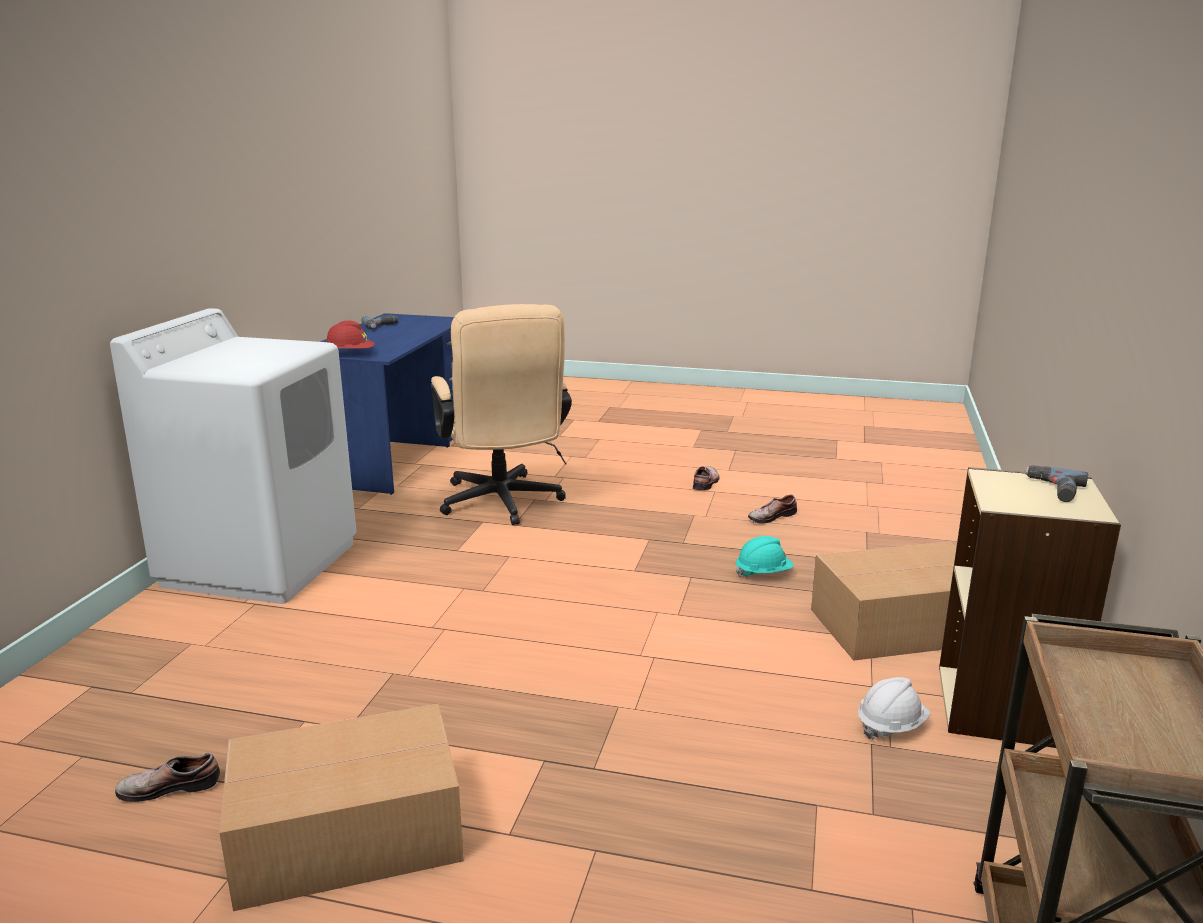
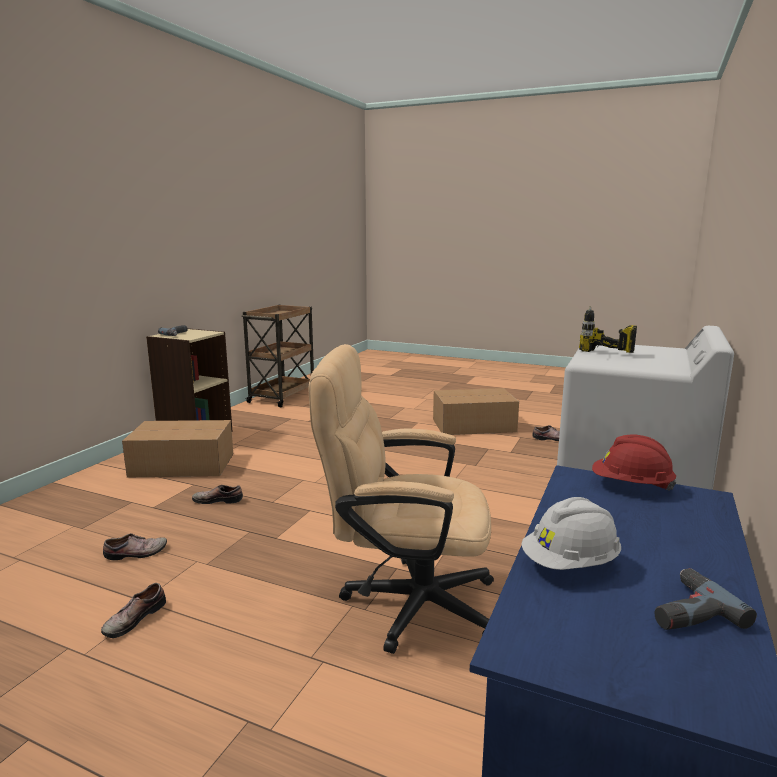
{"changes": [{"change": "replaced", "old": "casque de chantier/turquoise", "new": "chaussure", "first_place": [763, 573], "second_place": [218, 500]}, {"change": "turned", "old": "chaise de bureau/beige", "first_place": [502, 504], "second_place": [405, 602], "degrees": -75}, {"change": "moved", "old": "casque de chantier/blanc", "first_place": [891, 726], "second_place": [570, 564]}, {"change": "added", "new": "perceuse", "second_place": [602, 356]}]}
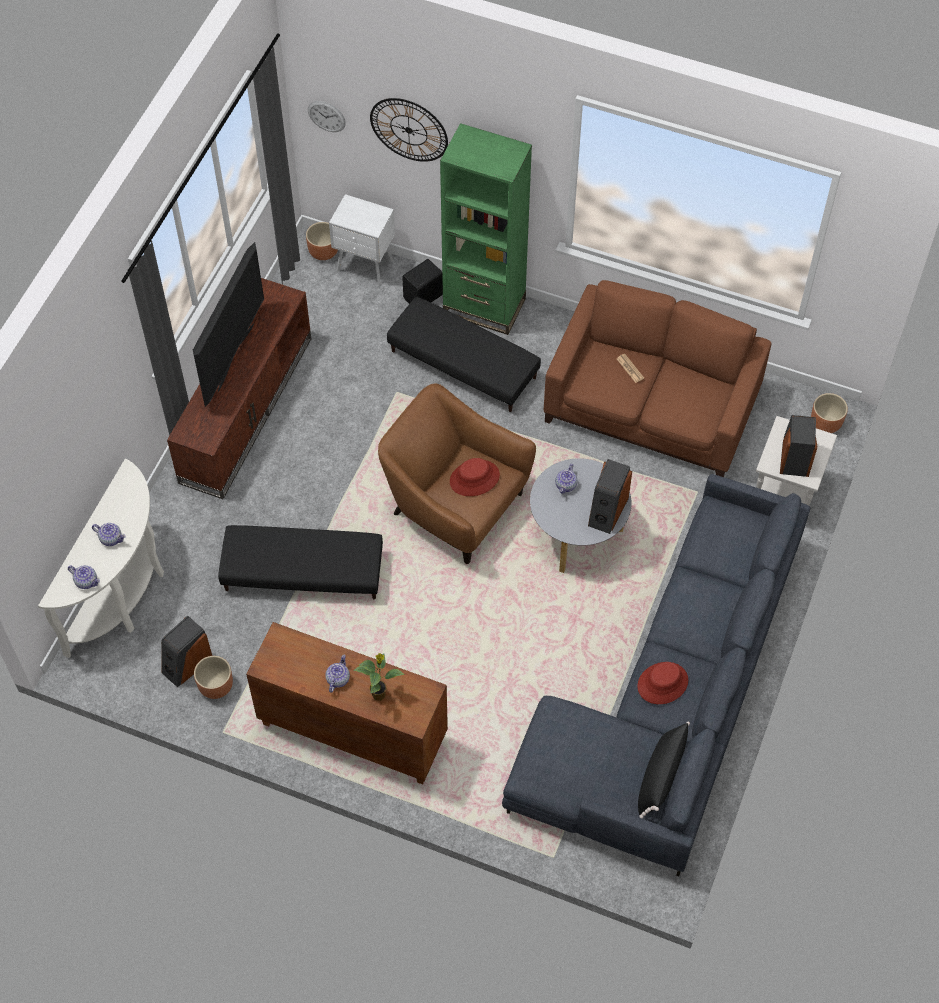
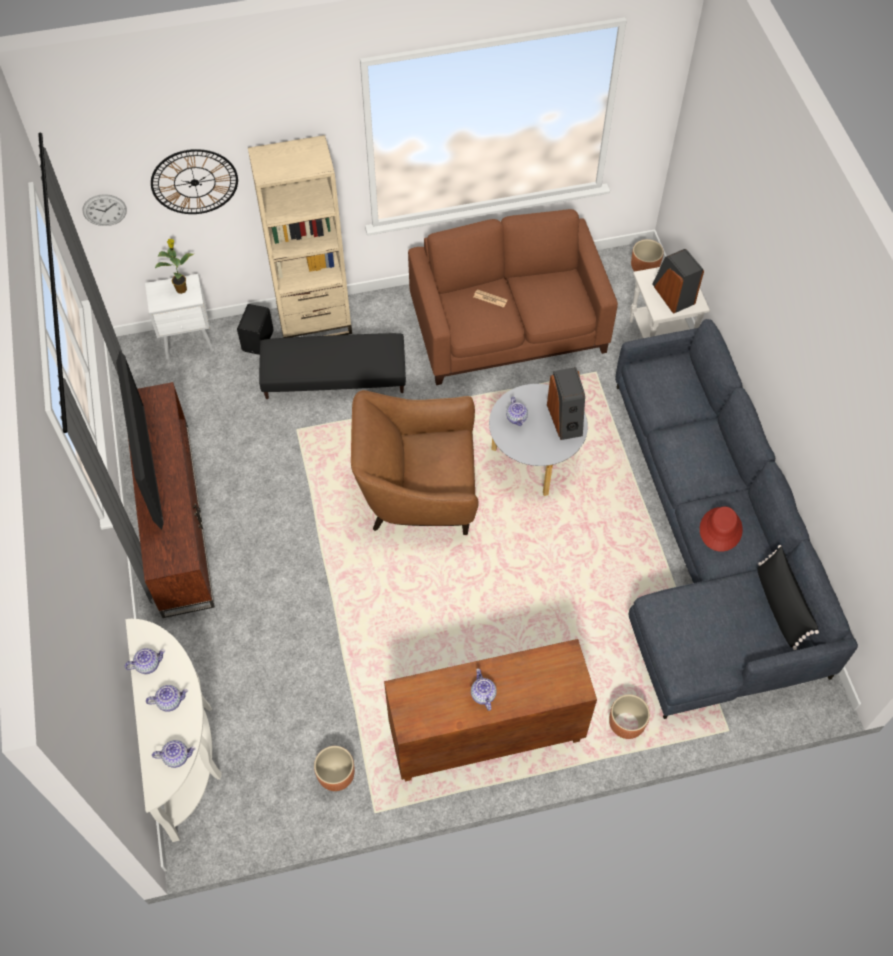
{"changes": [{"change": "added", "new": "théière", "second_place": [148, 664]}, {"change": "moved", "old": "plante en pot", "first_place": [379, 694], "second_place": [181, 288]}, {"change": "recoloured", "old": "bibliothèque/vert", "new": "bibliothèque/beige", "first_place": [484, 306], "second_place": [314, 322]}, {"change": "moved", "old": "cache-pot/marron", "first_place": [323, 252], "second_place": [626, 724]}, {"change": "removed", "old": "enceinte", "first_place": [187, 664]}, {"change": "removed", "old": "pouf/noir", "first_place": [303, 573]}, {"change": "removed", "old": "chapeau/rouge", "first_place": [474, 478]}]}
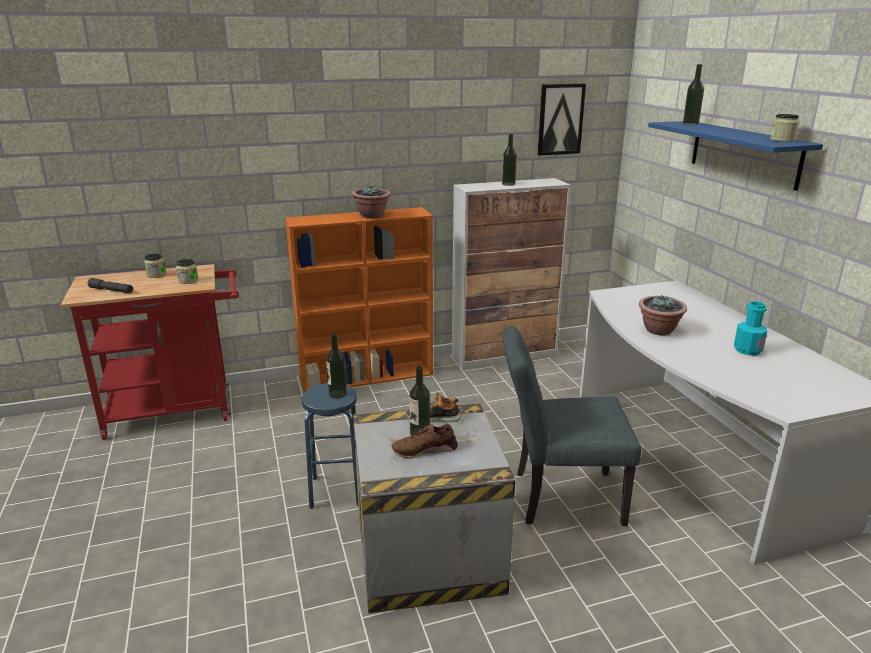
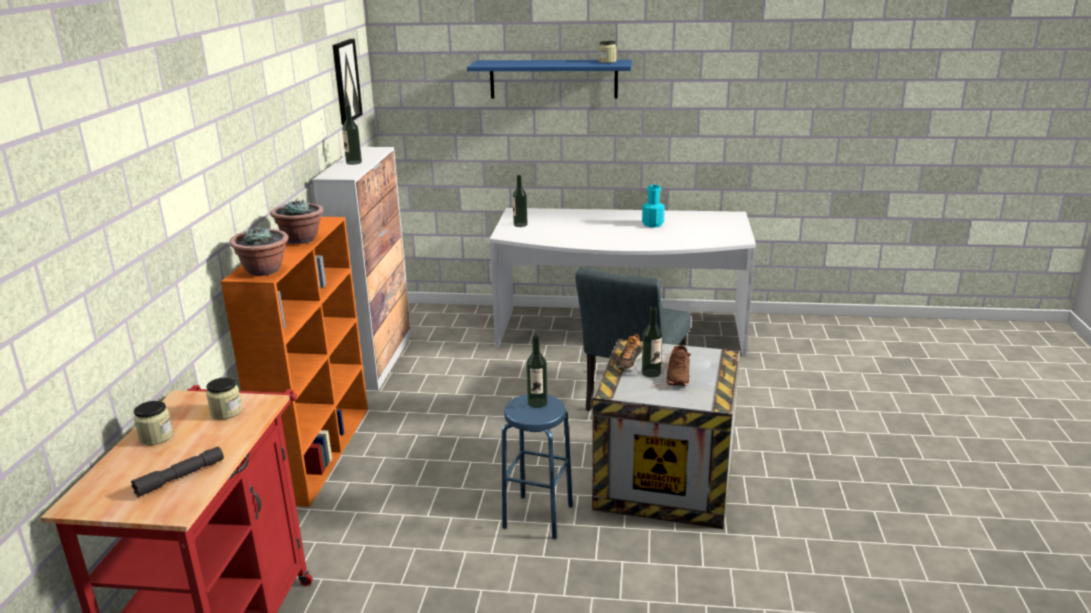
{"changes": [{"change": "moved", "old": "plante en pot", "first_place": [659, 330], "second_place": [264, 270]}, {"change": "moved", "old": "bouteille", "first_place": [690, 124], "second_place": [520, 225]}]}
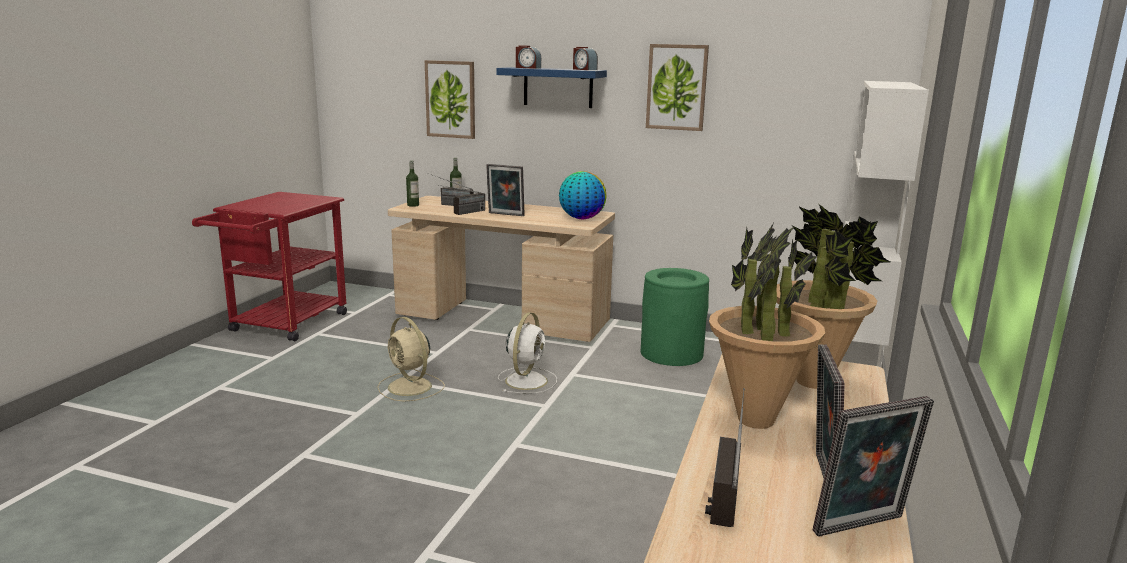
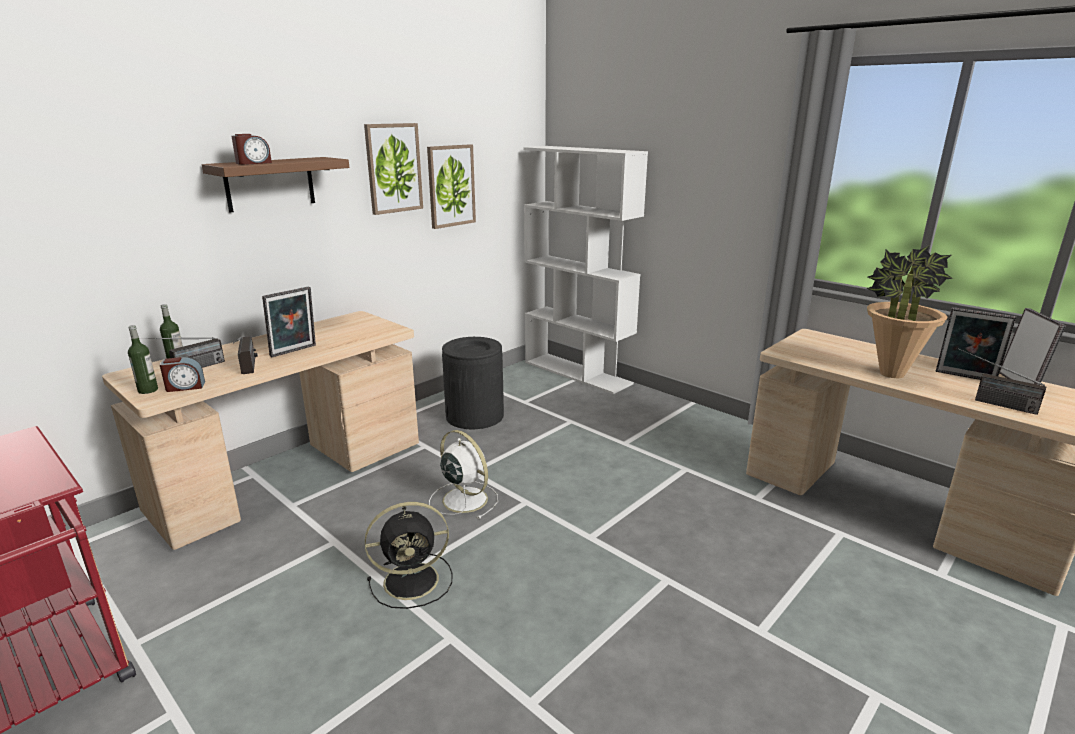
{"changes": [{"change": "moved", "old": "réveil", "first_place": [584, 69], "second_place": [185, 387]}, {"change": "recoloured", "old": "étagère/bleu", "new": "étagère/marron", "first_place": [558, 87], "second_place": [270, 184]}, {"change": "recoloured", "old": "ventilateur/beige", "new": "ventilateur/noir", "first_place": [411, 387], "second_place": [414, 580]}, {"change": "moved", "old": "tableau", "first_place": [451, 99], "second_place": [451, 186]}, {"change": "recoloured", "old": "poubelle/vert", "new": "poubelle/noir", "first_place": [671, 353], "second_place": [475, 416]}, {"change": "removed", "old": "globe", "first_place": [581, 218]}, {"change": "removed", "old": "plante en pot", "first_place": [813, 382]}]}
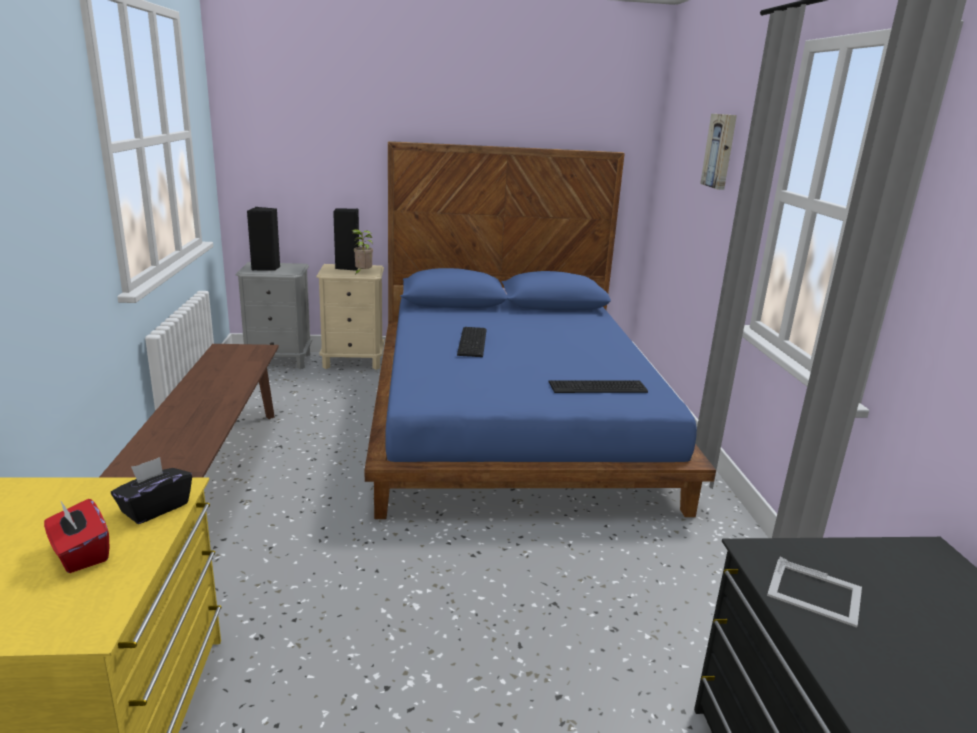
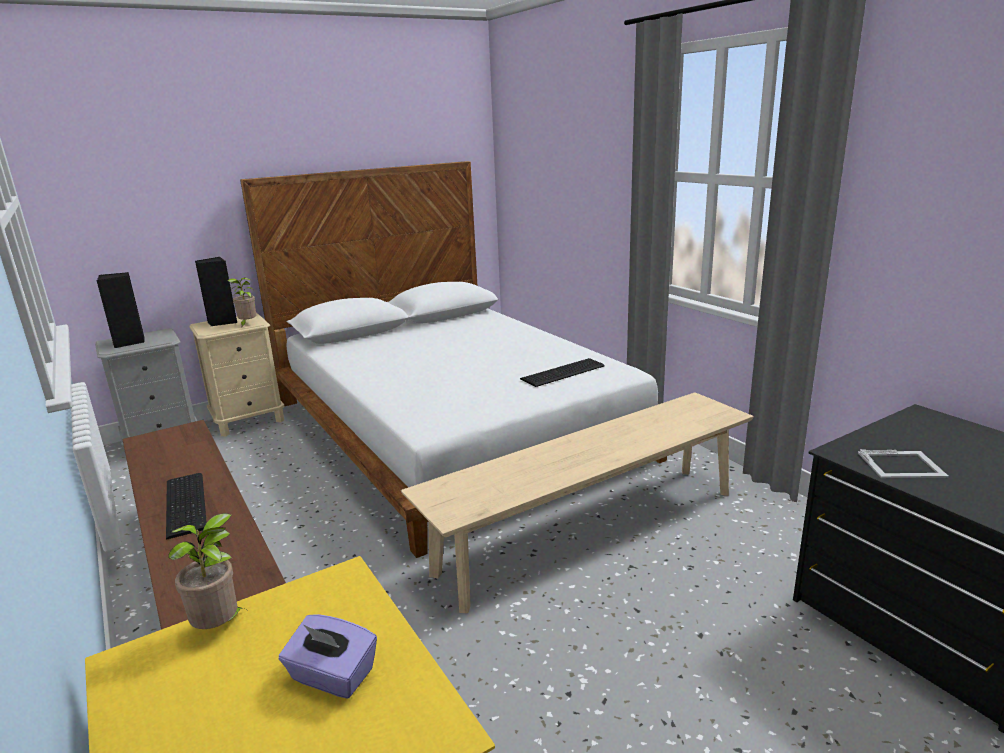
{"changes": [{"change": "moved", "old": "clavier", "first_place": [474, 341], "second_place": [188, 503]}, {"change": "added", "new": "plante en pot", "second_place": [221, 627]}, {"change": "recoloured", "old": "lit/bleu", "new": "lit/blanc", "first_place": [513, 419], "second_place": [455, 428]}, {"change": "recoloured", "old": "boîte à mouchoirs/rouge", "new": "boîte à mouchoirs/violet", "first_place": [80, 554], "second_place": [332, 676]}, {"change": "added", "new": "banc/beige", "second_place": [591, 531]}, {"change": "removed", "old": "boîte à mouchoirs/noir", "first_place": [155, 508]}, {"change": "removed", "old": "tableau", "first_place": [720, 151]}]}
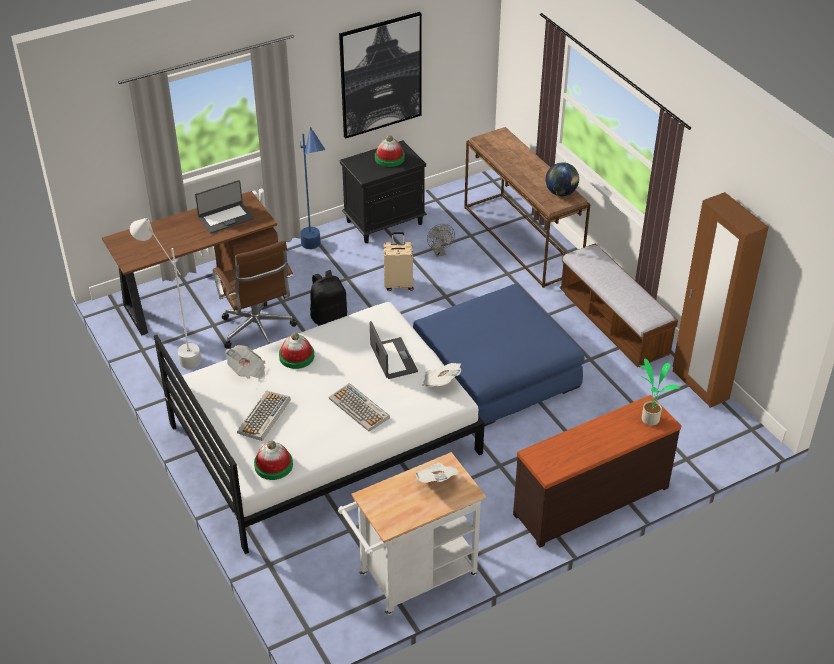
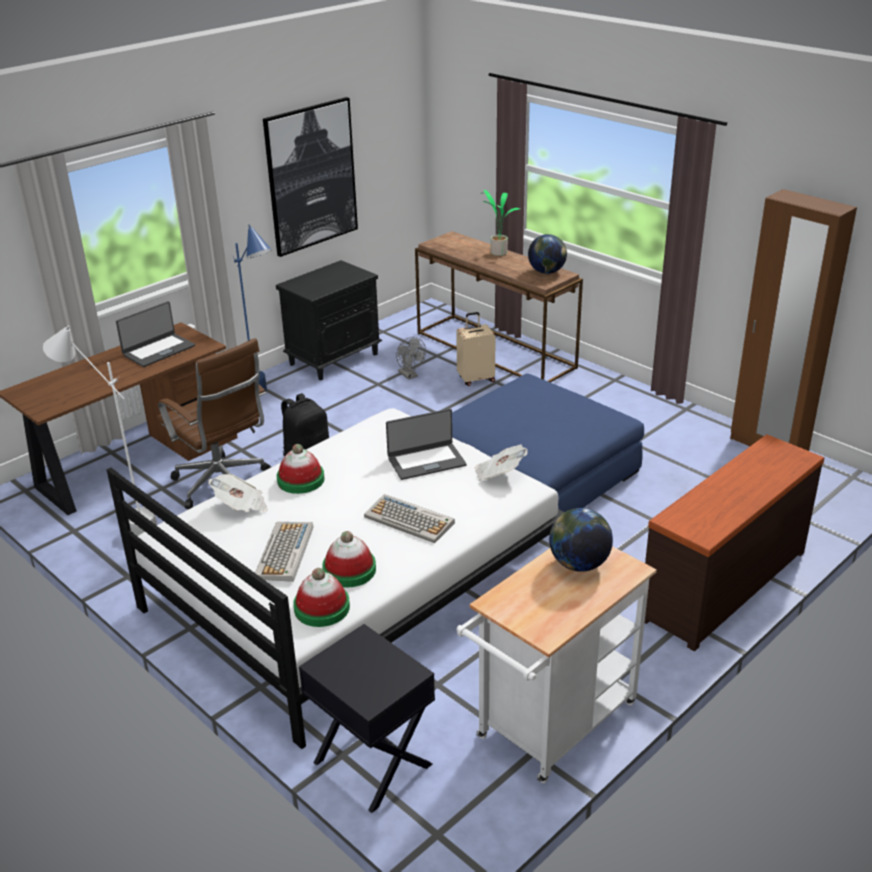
{"changes": [{"change": "added", "new": "table de chevet/noir", "second_place": [371, 764]}, {"change": "moved", "old": "chapeau", "first_place": [389, 158], "second_place": [349, 570]}, {"change": "turned", "old": "ordinateur portable", "first_place": [393, 359], "second_place": [426, 461], "degrees": 105}, {"change": "moved", "old": "valise/beige", "first_place": [399, 284], "second_place": [476, 379]}, {"change": "moved", "old": "plante en pot", "first_place": [649, 418], "second_place": [498, 252]}, {"change": "replaced", "old": "journal", "new": "globe", "first_place": [436, 480], "second_place": [579, 564]}, {"change": "removed", "old": "banc", "first_place": [613, 324]}]}
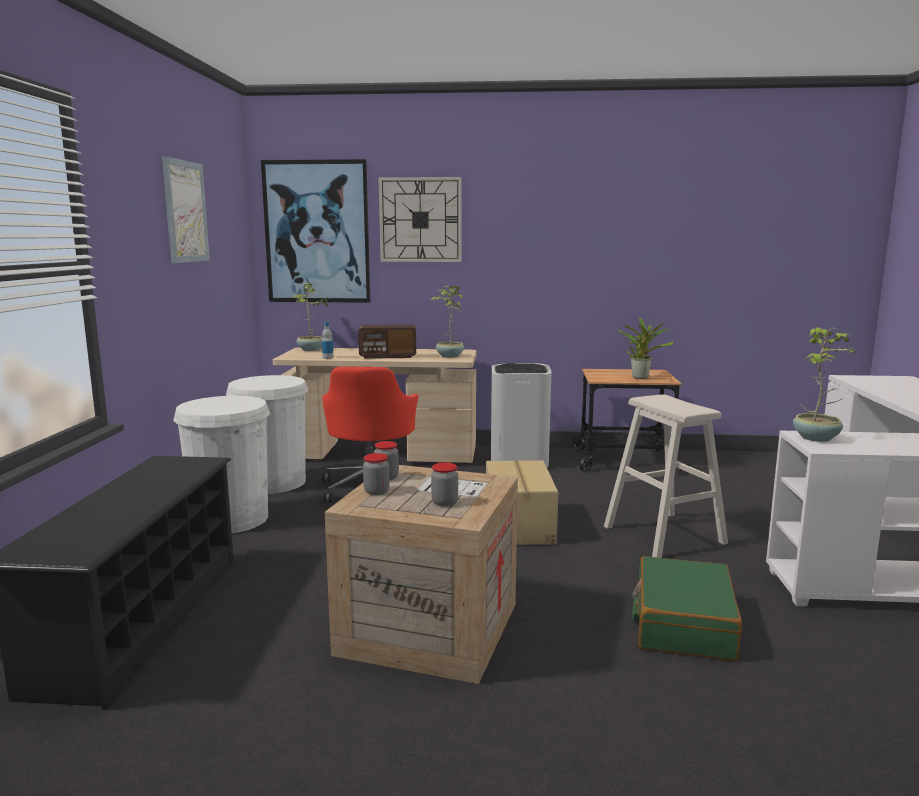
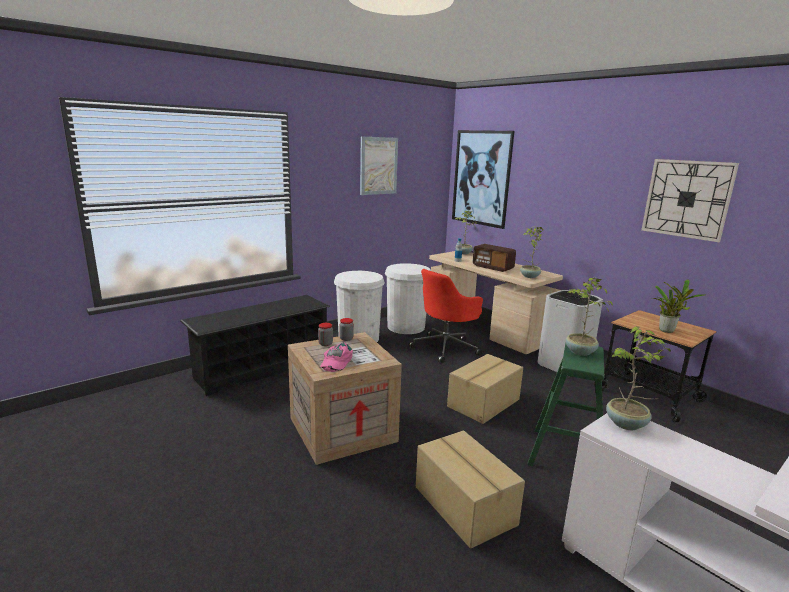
{"changes": [{"change": "replaced", "old": "bocal", "new": "casquette/rose", "first_place": [444, 502], "second_place": [336, 361]}, {"change": "replaced", "old": "valise/vert", "new": "carton", "first_place": [683, 623], "second_place": [464, 506]}, {"change": "recoloured", "old": "tabouret/beige", "new": "tabouret/vert", "first_place": [663, 534], "second_place": [567, 454]}, {"change": "added", "new": "plante en pot", "second_place": [580, 352]}, {"change": "moved", "old": "horloge murale", "first_place": [420, 220], "second_place": [687, 199]}]}
